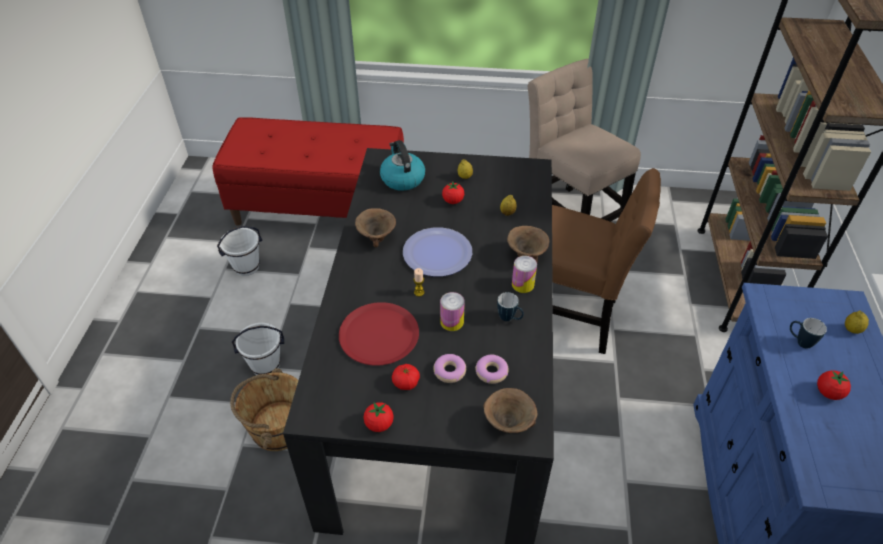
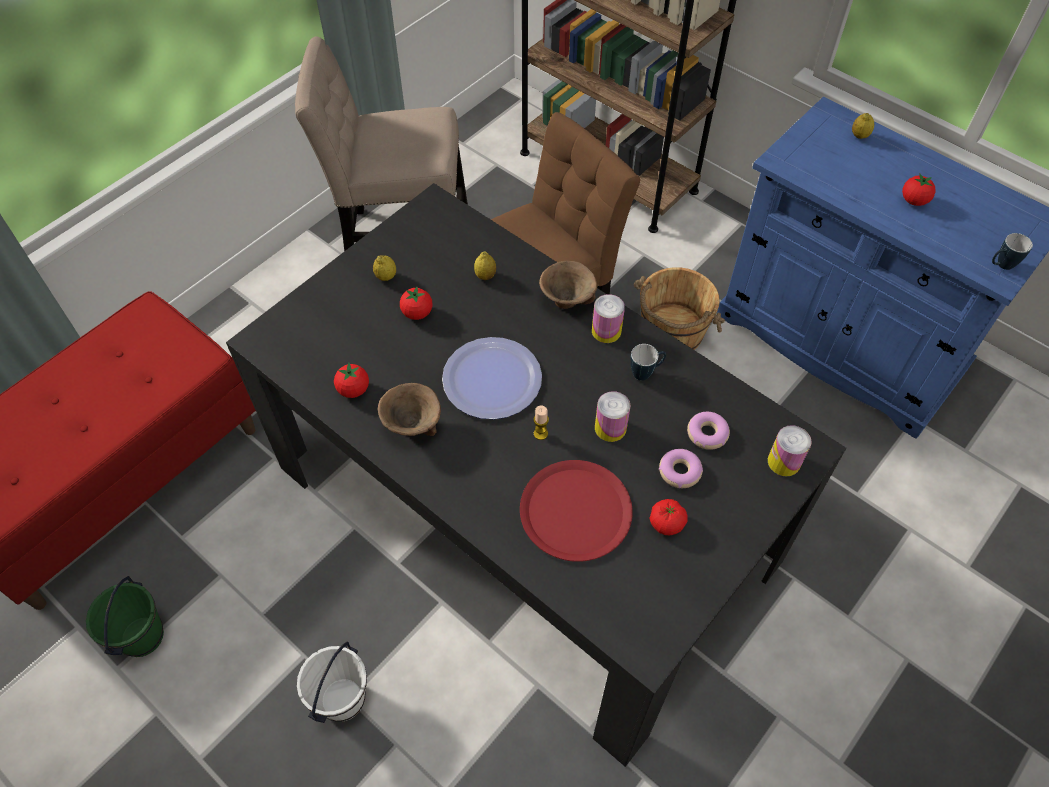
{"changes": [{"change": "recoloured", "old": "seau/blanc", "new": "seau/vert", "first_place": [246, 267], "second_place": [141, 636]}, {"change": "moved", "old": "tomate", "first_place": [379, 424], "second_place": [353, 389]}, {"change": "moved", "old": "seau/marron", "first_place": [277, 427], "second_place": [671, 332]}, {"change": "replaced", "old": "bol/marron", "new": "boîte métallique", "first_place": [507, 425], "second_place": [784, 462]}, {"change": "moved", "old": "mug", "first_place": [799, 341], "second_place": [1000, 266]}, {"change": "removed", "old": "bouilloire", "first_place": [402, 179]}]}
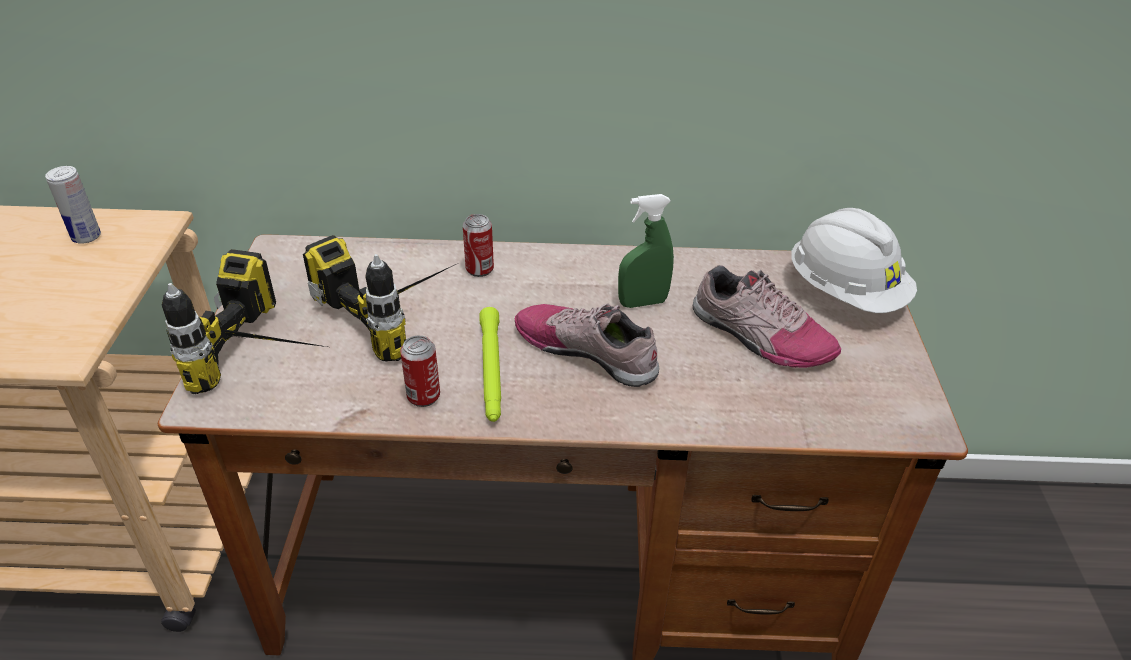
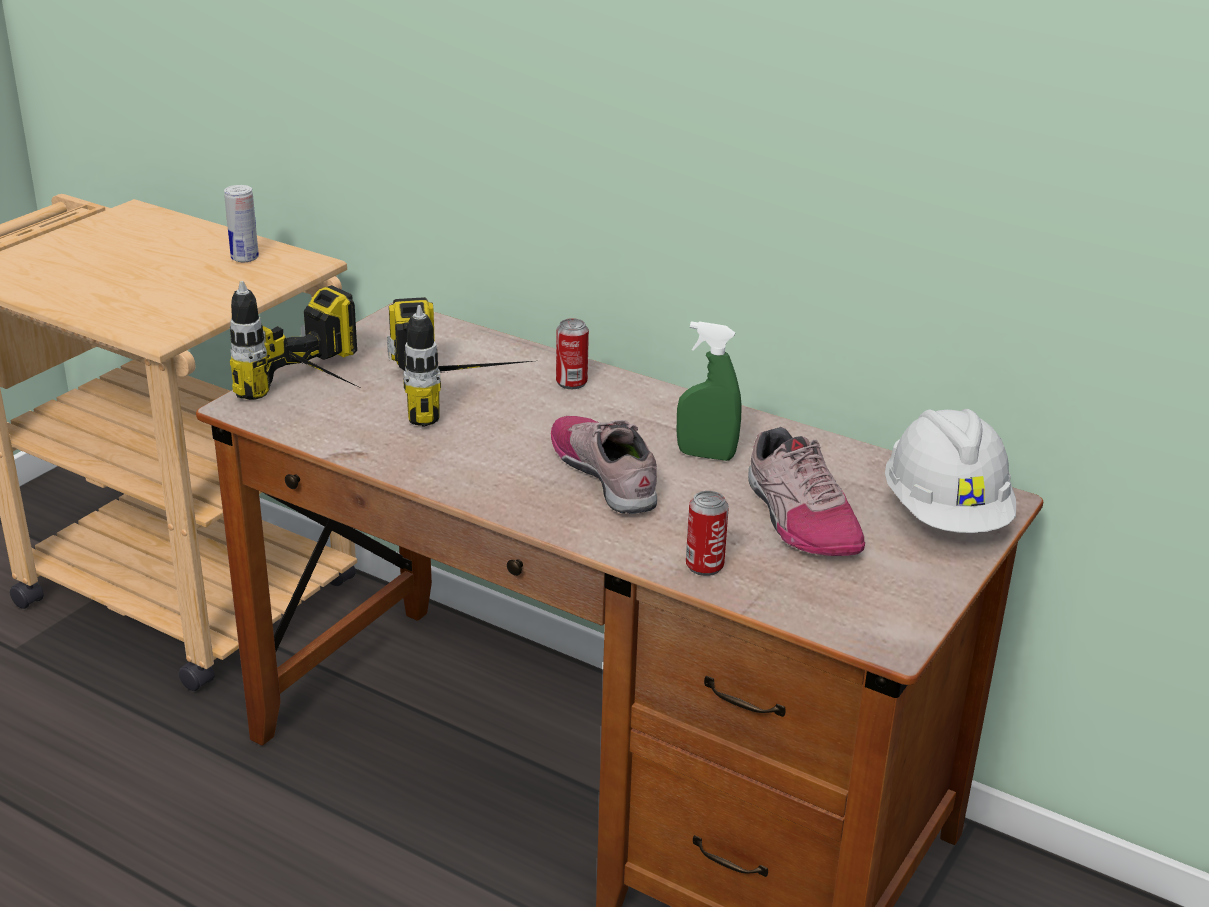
{"changes": [{"change": "moved", "old": "boîte métallique", "first_place": [423, 396], "second_place": [704, 566]}, {"change": "removed", "old": "lampe de poche/vert", "first_place": [491, 371]}]}
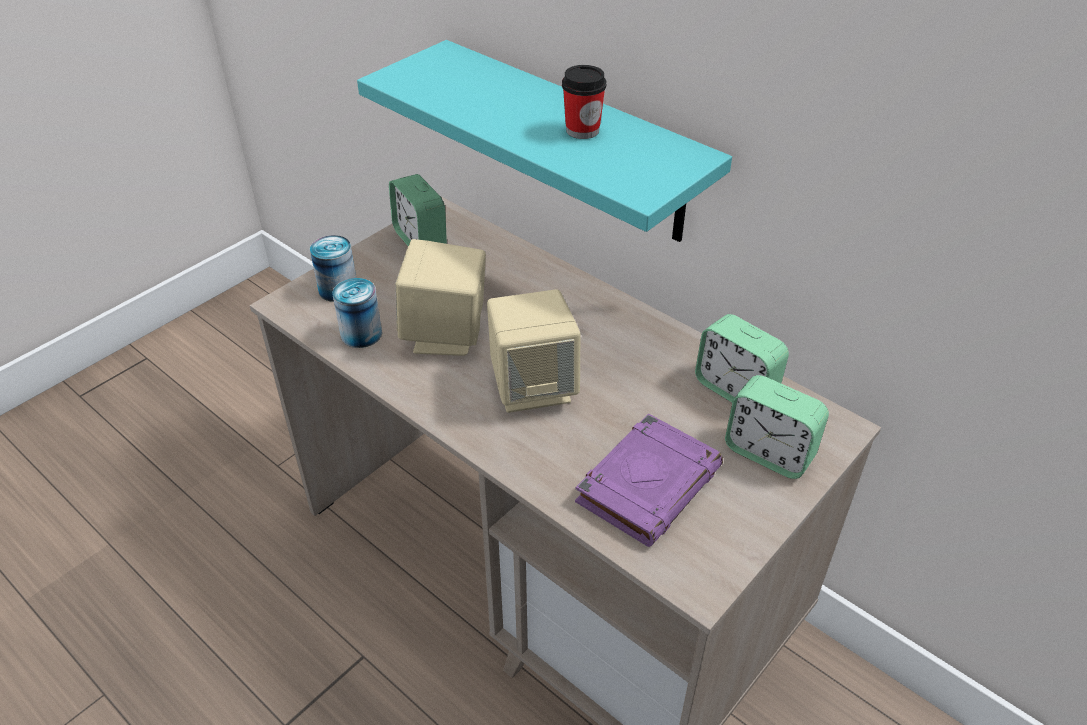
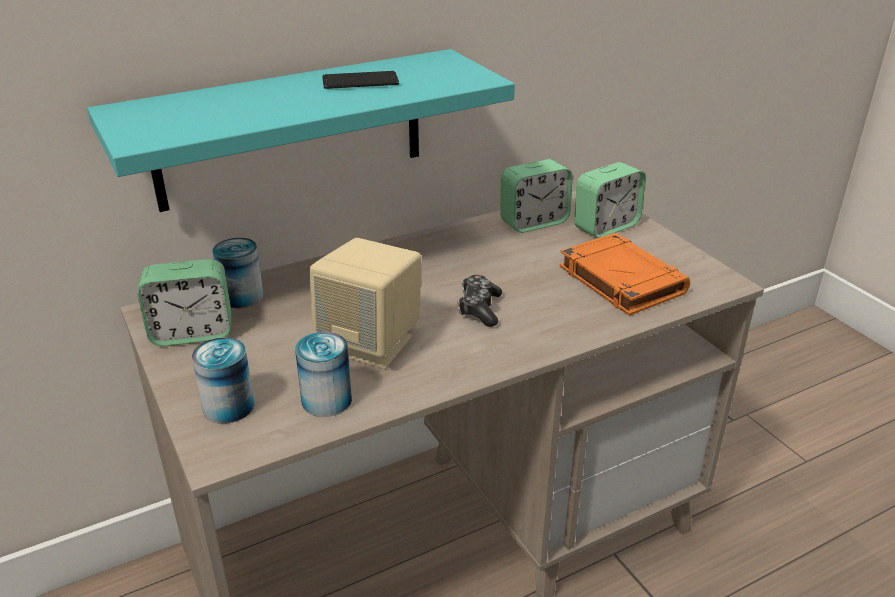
{"changes": [{"change": "added", "new": "boîte métallique", "second_place": [242, 296]}, {"change": "replaced", "old": "tasse", "new": "téléphone", "first_place": [582, 130], "second_place": [360, 81]}, {"change": "replaced", "old": "enceinte/beige", "new": "manette", "first_place": [533, 387], "second_place": [479, 308]}, {"change": "recoloured", "old": "livre/violet", "new": "livre/orange", "first_place": [649, 484], "second_place": [620, 280]}]}
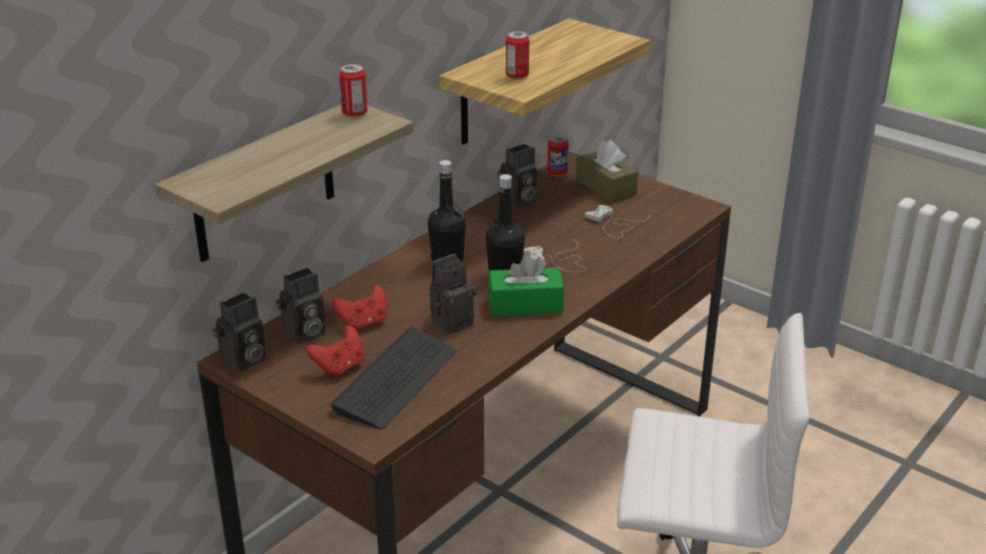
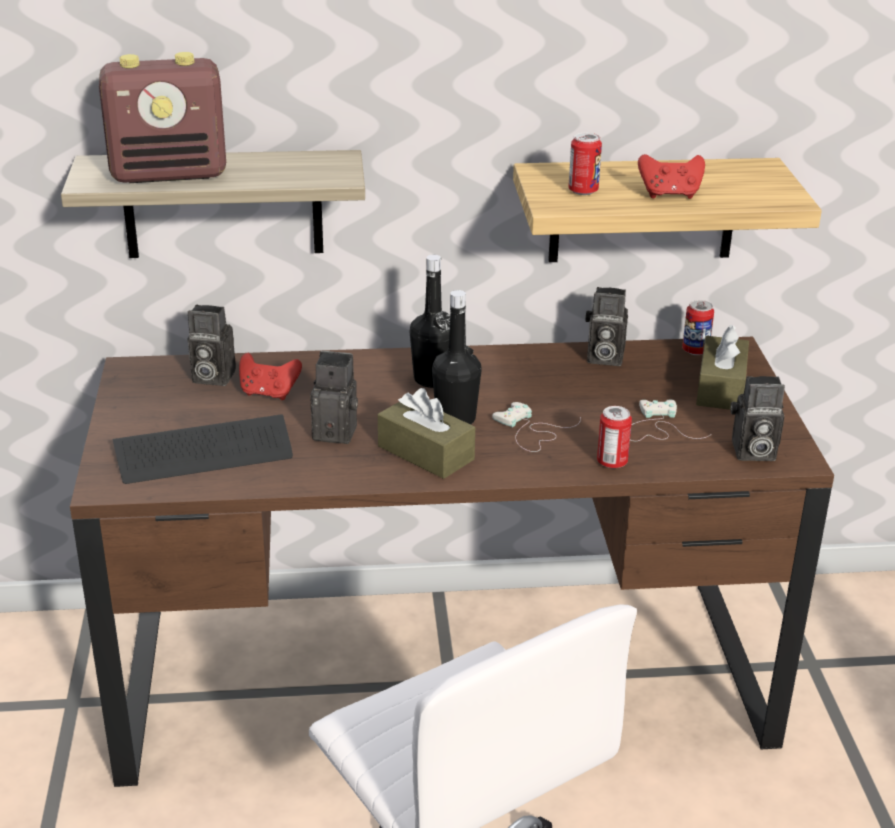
{"changes": [{"change": "added", "new": "radio", "second_place": [170, 174]}, {"change": "recoloured", "old": "boîte à mouchoirs/vert", "new": "boîte à mouchoirs/marron", "first_place": [525, 305], "second_place": [425, 453]}, {"change": "moved", "old": "boîte métallique", "first_place": [354, 113], "second_place": [612, 462]}, {"change": "moved", "old": "manette/rouge", "first_place": [340, 367], "second_place": [670, 195]}, {"change": "moved", "old": "appareil photo", "first_place": [243, 361], "second_place": [751, 452]}]}
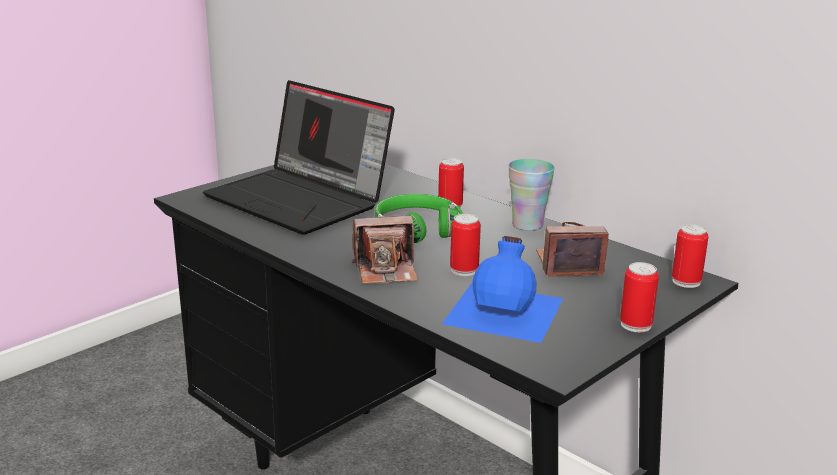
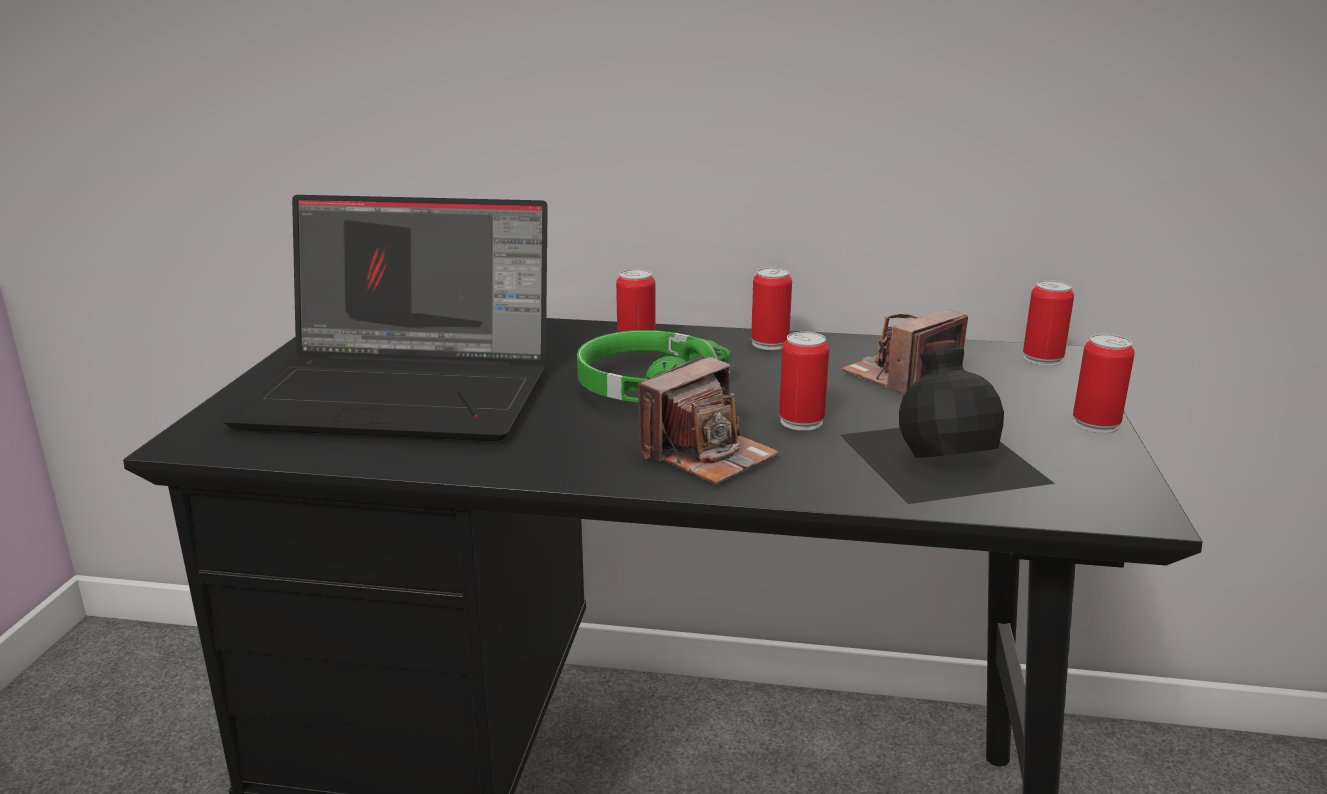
{"changes": [{"change": "replaced", "old": "tasse", "new": "boîte métallique", "first_place": [527, 225], "second_place": [769, 343]}, {"change": "recoloured", "old": "bouteille/bleu", "new": "bouteille/noir", "first_place": [506, 310], "second_place": [943, 456]}]}
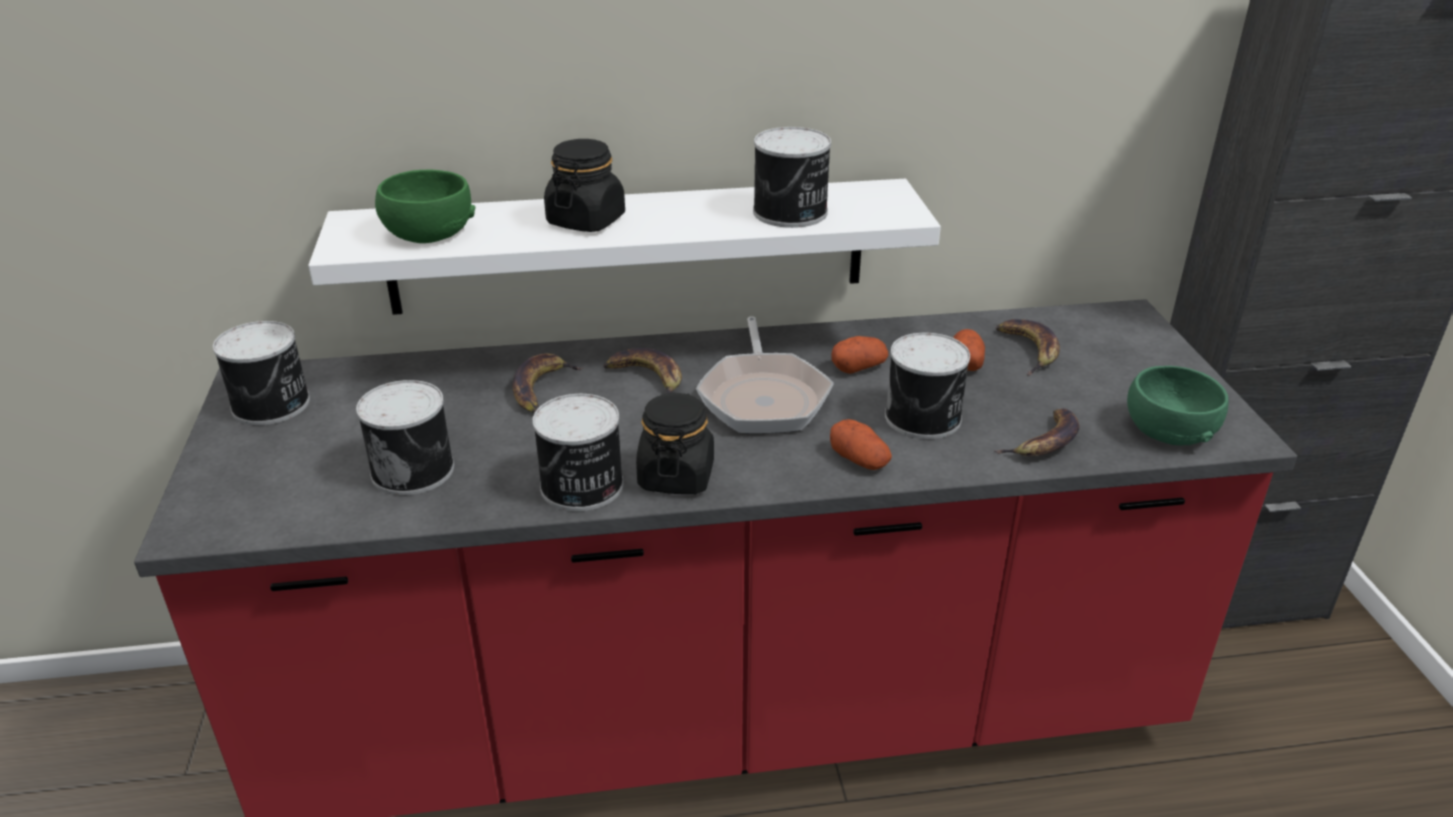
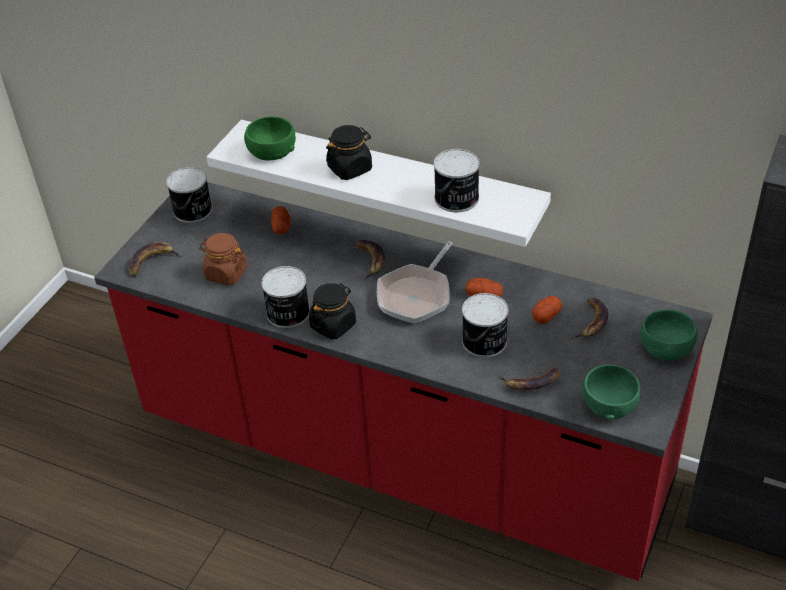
{"changes": [{"change": "moved", "old": "banane", "first_place": [542, 388], "second_place": [152, 261]}, {"change": "replaced", "old": "boîte métallique", "new": "bocal/marron", "first_place": [414, 469], "second_place": [226, 273]}, {"change": "moved", "old": "pomme de terre", "first_place": [859, 459], "second_place": [281, 227]}, {"change": "added", "new": "bol/vert", "second_place": [666, 348]}]}
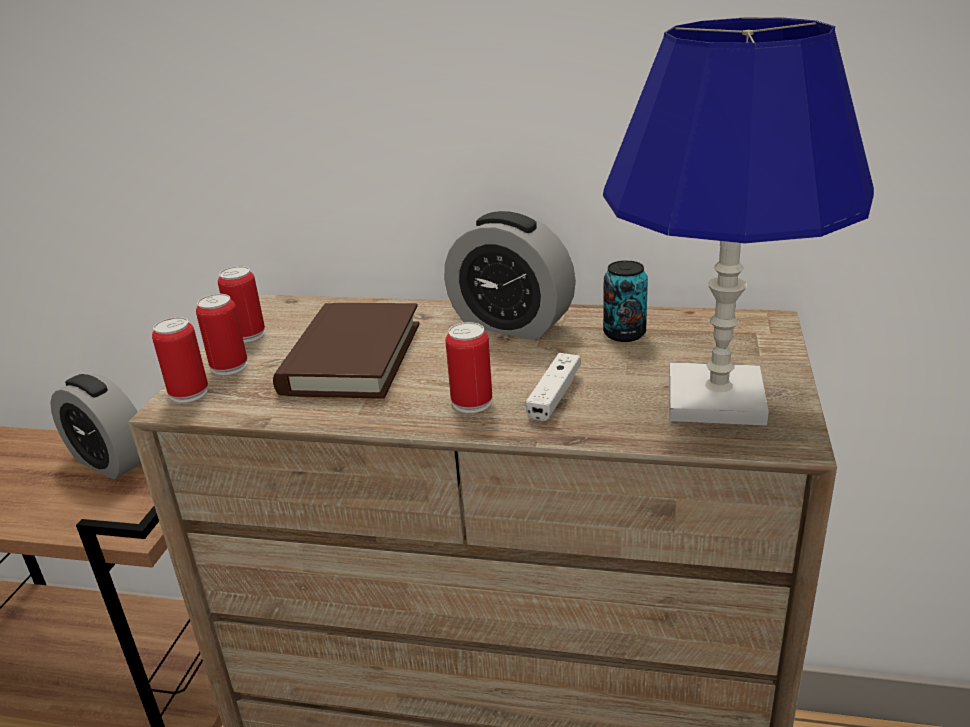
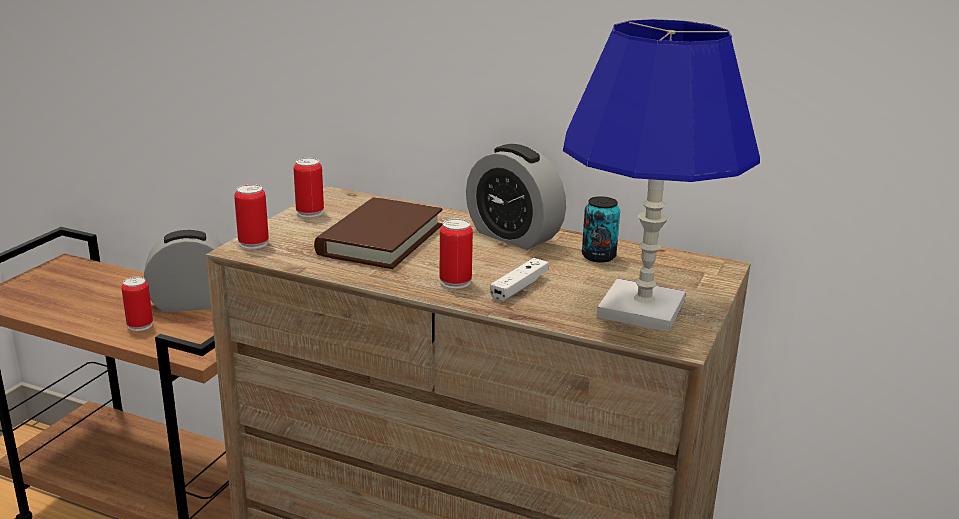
{"changes": [{"change": "moved", "old": "boîte métallique", "first_place": [229, 366], "second_place": [140, 325]}, {"change": "turned", "old": "réveil", "first_place": [111, 461], "second_place": [192, 303], "degrees": 120}]}
